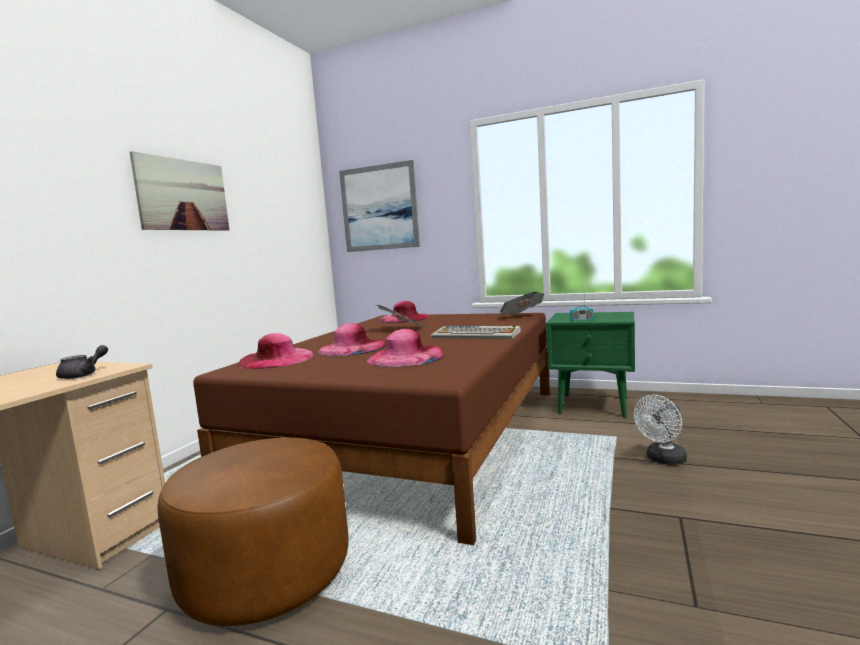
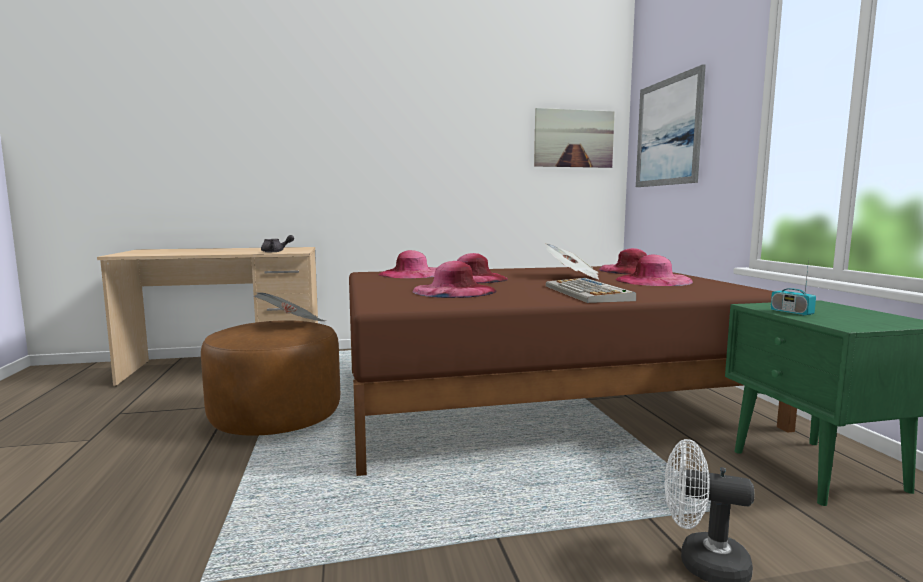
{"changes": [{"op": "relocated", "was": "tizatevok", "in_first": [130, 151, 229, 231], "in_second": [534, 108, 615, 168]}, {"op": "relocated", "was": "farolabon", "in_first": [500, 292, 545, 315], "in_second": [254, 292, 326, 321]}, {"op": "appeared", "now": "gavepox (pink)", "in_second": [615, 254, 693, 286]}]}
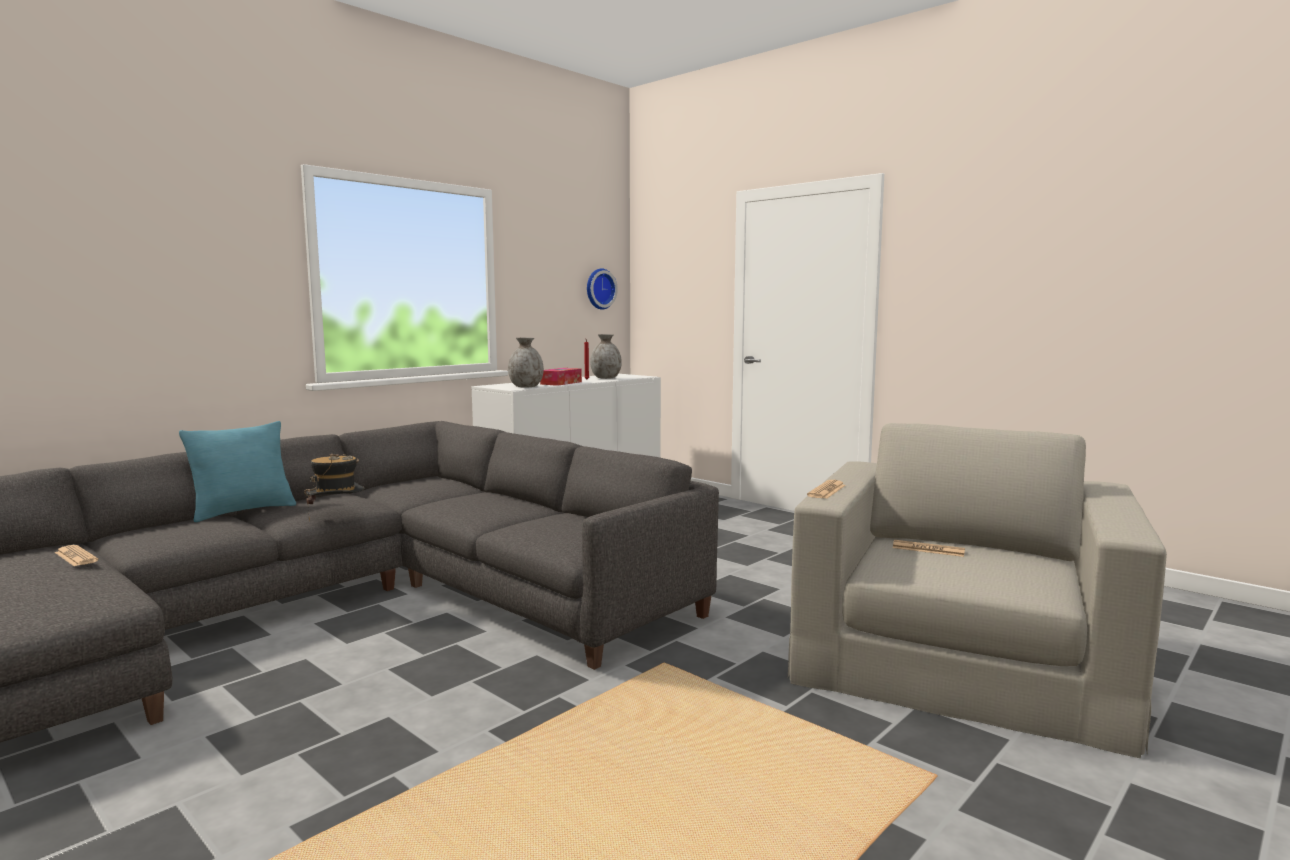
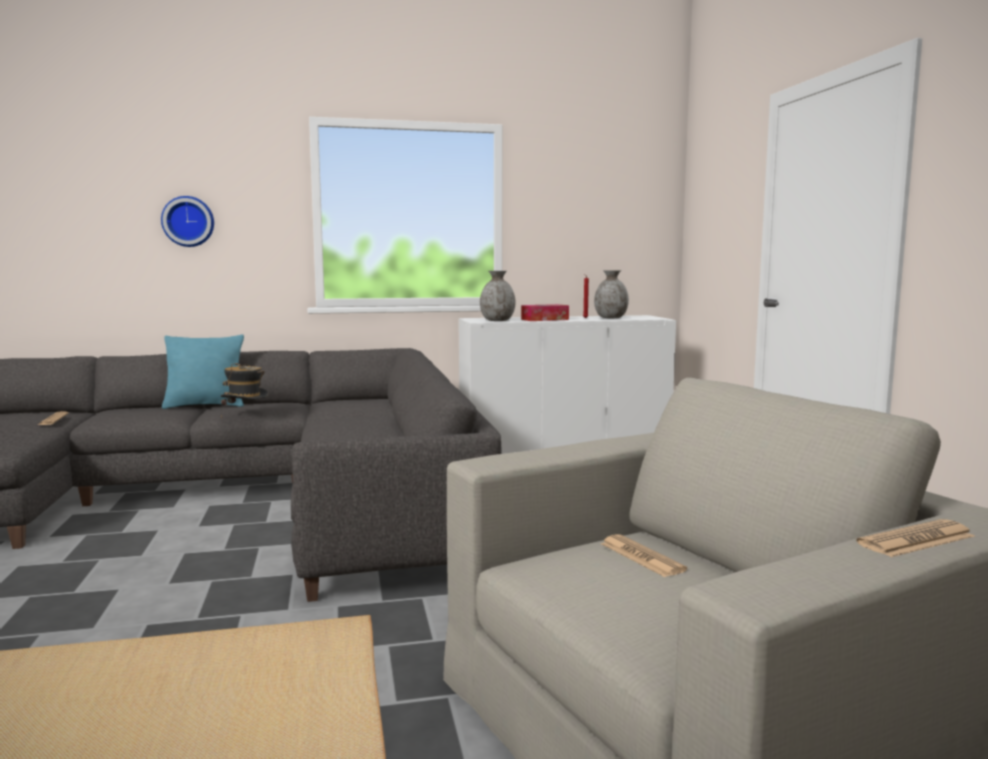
{"changes": [{"op": "relocated", "was": "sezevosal", "in_first": [587, 268, 618, 310], "in_second": [161, 196, 214, 247]}, {"op": "relocated", "was": "farolabon", "in_first": [807, 480, 846, 499], "in_second": [856, 519, 975, 557]}]}
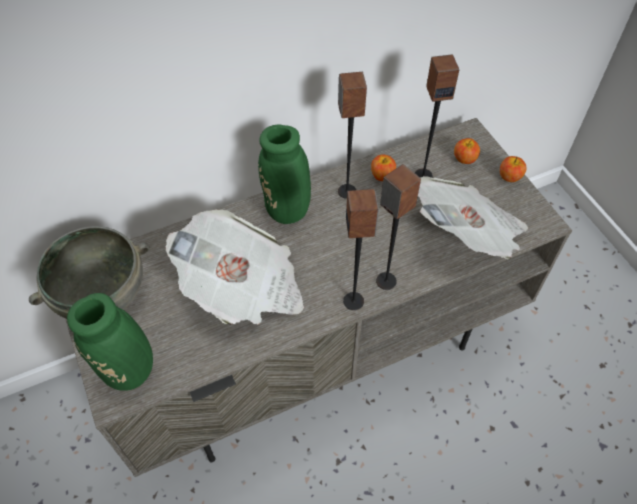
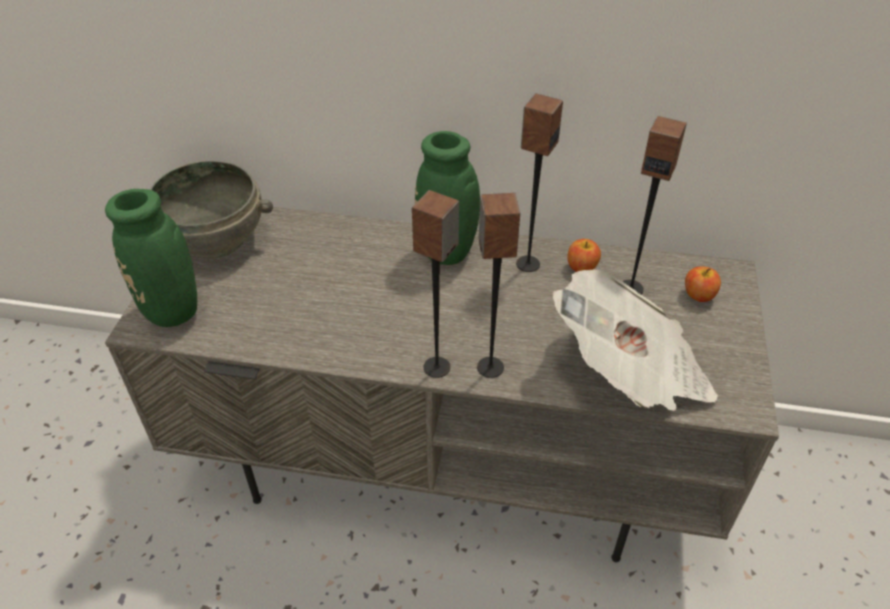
{"changes": [{"op": "missing", "was": "farolabon", "in_first": [166, 209, 304, 325]}, {"op": "missing", "was": "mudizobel", "in_first": [500, 156, 526, 182]}]}
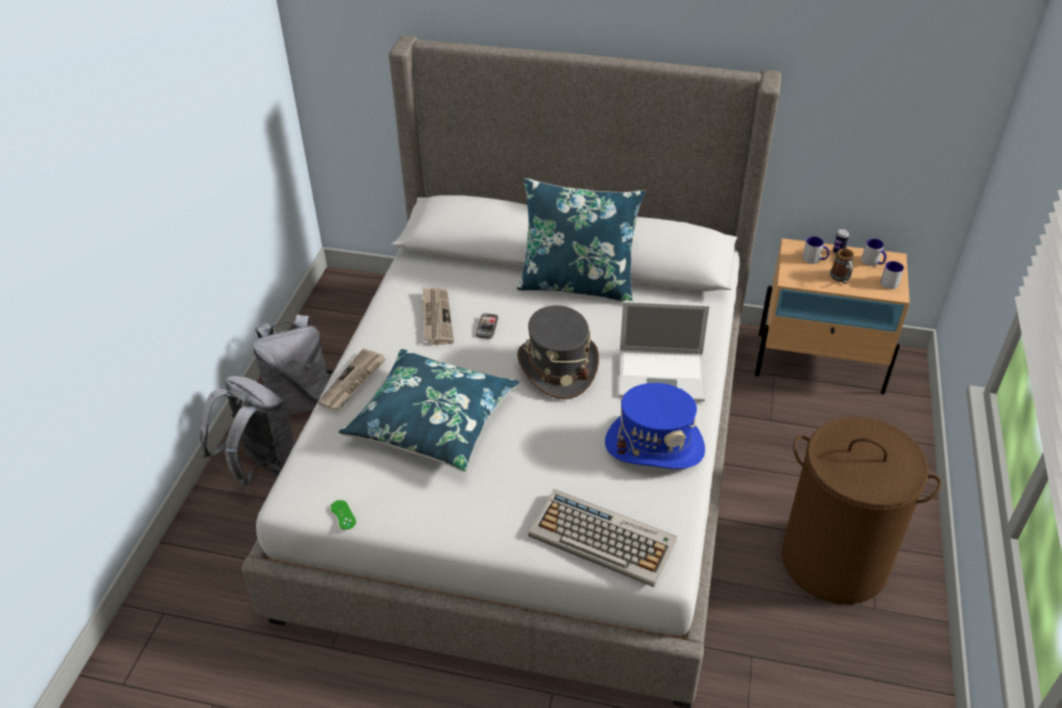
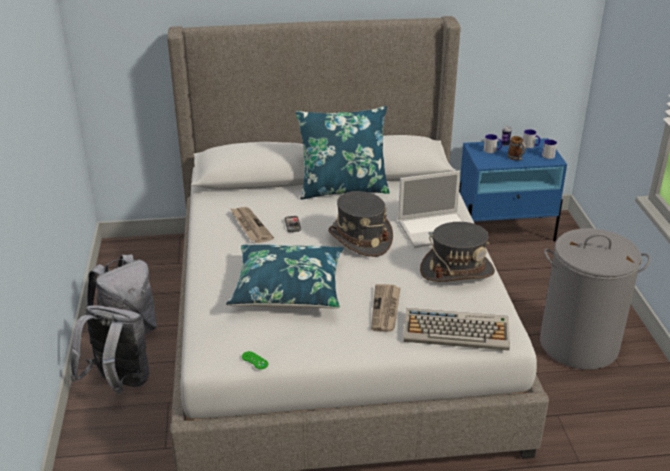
{"changes": [{"op": "relocated", "was": "farolabon", "in_first": [318, 349, 386, 411], "in_second": [371, 284, 401, 332]}, {"op": "colour", "was": "gavepox (blue)", "now": "gavepox (grey)", "in_first": [605, 383, 705, 469], "in_second": [420, 222, 495, 282]}, {"op": "colour", "was": "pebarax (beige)", "now": "pebarax (blue)", "in_first": [755, 238, 910, 395], "in_second": [459, 138, 567, 241]}, {"op": "colour", "was": "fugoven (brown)", "now": "fugoven (grey)", "in_first": [782, 417, 941, 604], "in_second": [540, 228, 651, 370]}]}
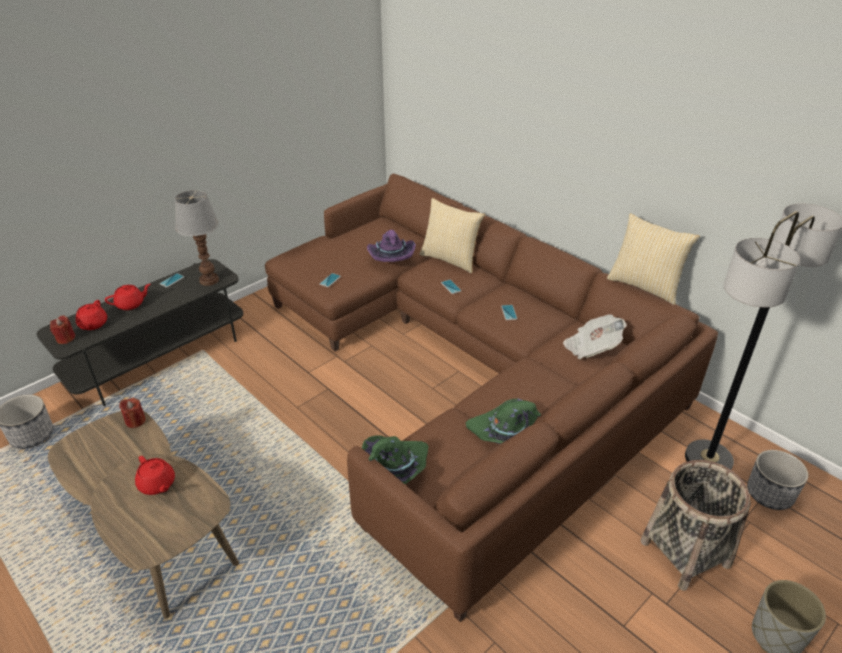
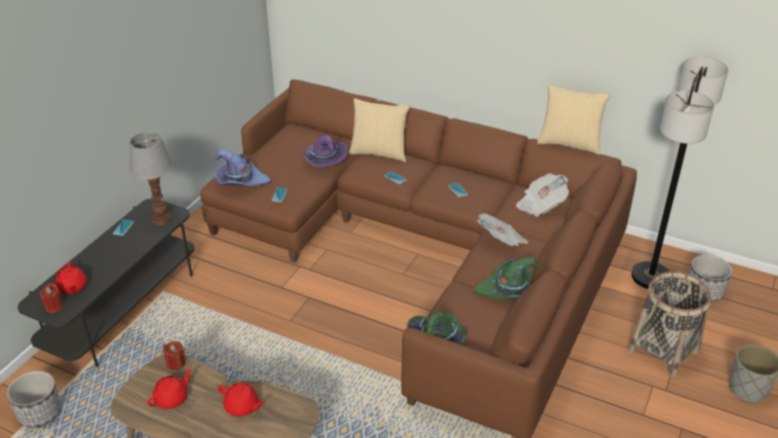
{"changes": [{"op": "relocated", "was": "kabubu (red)", "in_first": [105, 284, 151, 310], "in_second": [147, 369, 192, 409]}, {"op": "appeared", "now": "gavepox (purple)", "in_second": [214, 150, 271, 187]}, {"op": "appeared", "now": "farolabon", "in_second": [477, 214, 528, 246]}]}
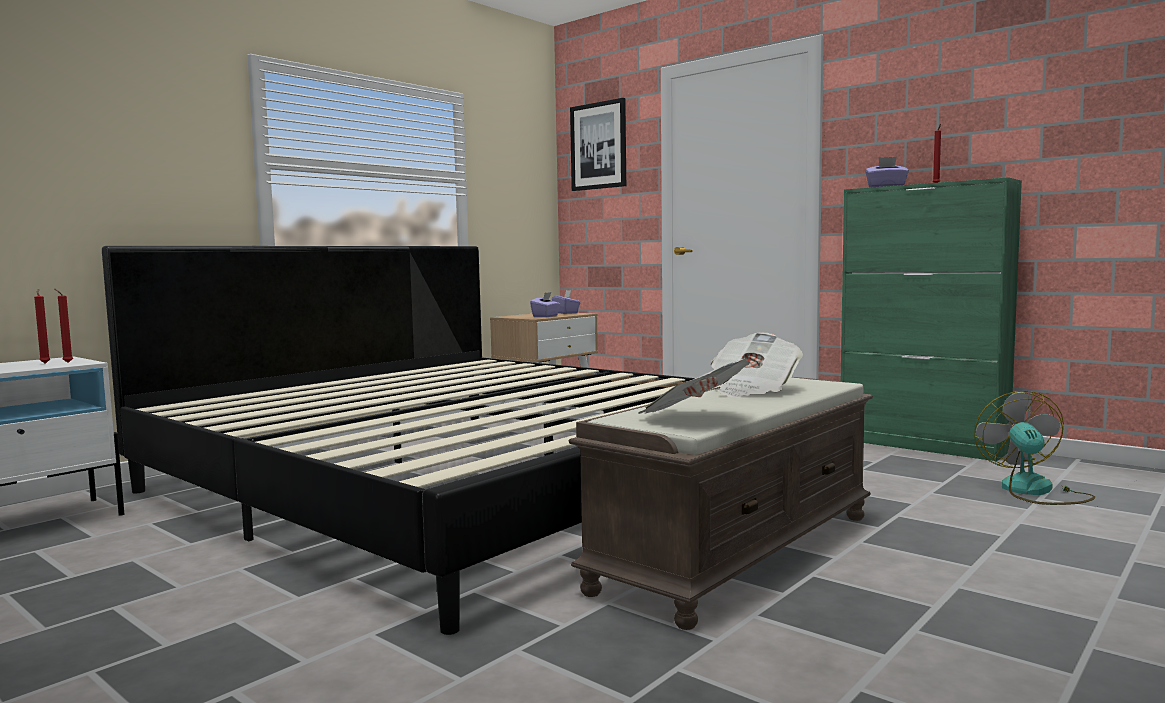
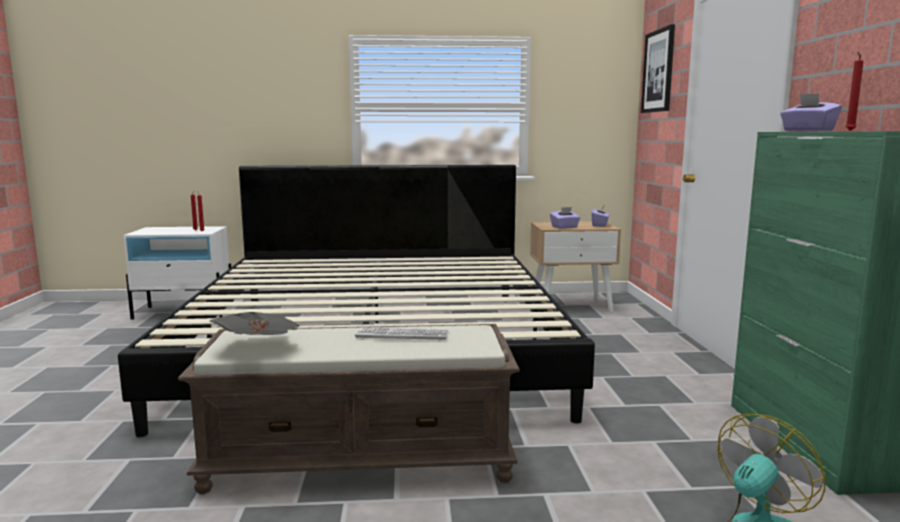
{"changes": [{"op": "exchanged", "was": "farolabon", "now": "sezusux", "in_first": [710, 332, 803, 397], "in_second": [355, 328, 449, 341]}]}
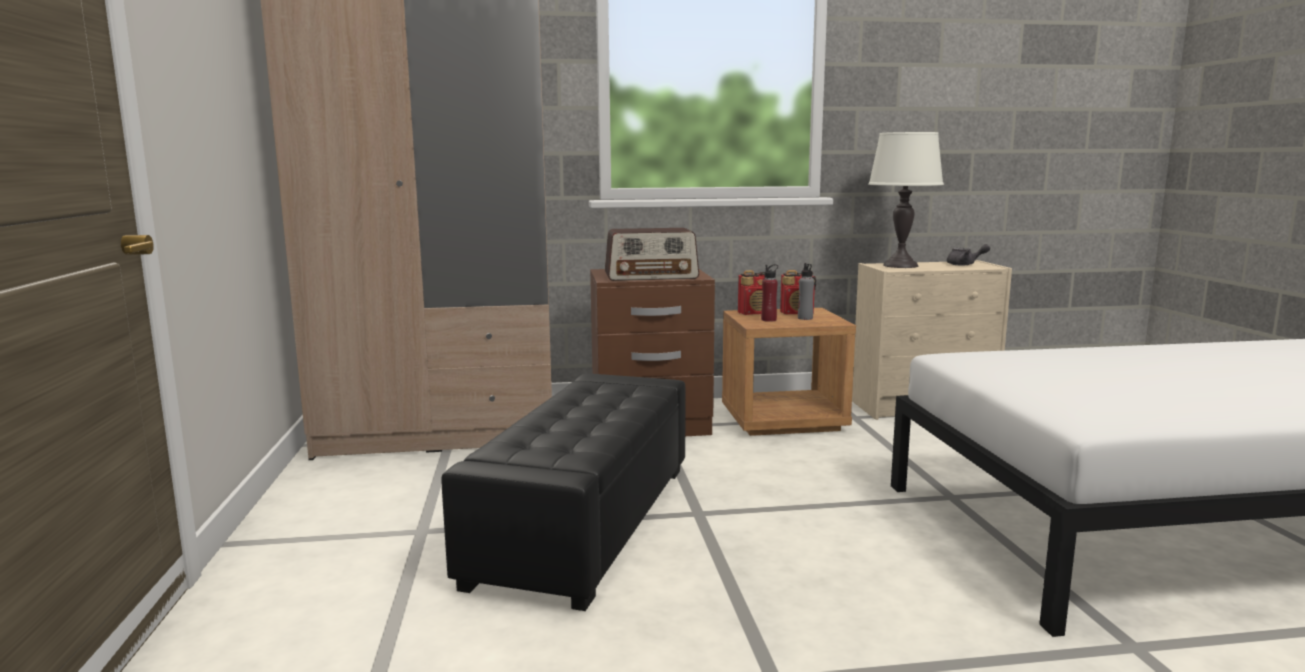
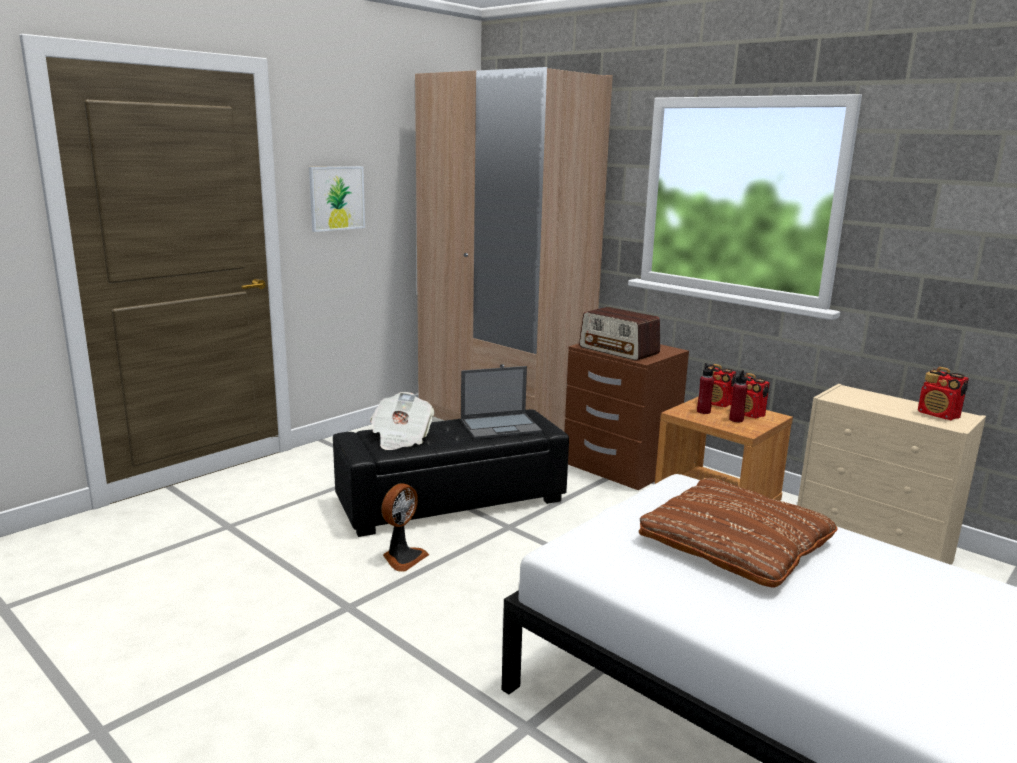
{"changes": [{"op": "colour", "was": "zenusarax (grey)", "now": "zenusarax (red)", "in_first": [798, 263, 814, 320], "in_second": [729, 370, 748, 422]}, {"op": "missing", "was": "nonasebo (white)", "in_first": [868, 132, 944, 268]}, {"op": "exchanged", "was": "kabubu (grey)", "now": "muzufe", "in_first": [947, 244, 990, 265], "in_second": [918, 367, 969, 420]}, {"op": "appeared", "now": "tizatevok", "in_second": [309, 166, 365, 232]}, {"op": "appeared", "now": "farolabon", "in_second": [370, 392, 435, 450]}, {"op": "appeared", "now": "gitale", "in_second": [381, 483, 429, 571]}, {"op": "appeared", "now": "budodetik", "in_second": [461, 366, 542, 439]}, {"op": "appeared", "now": "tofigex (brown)", "in_second": [639, 478, 838, 587]}]}
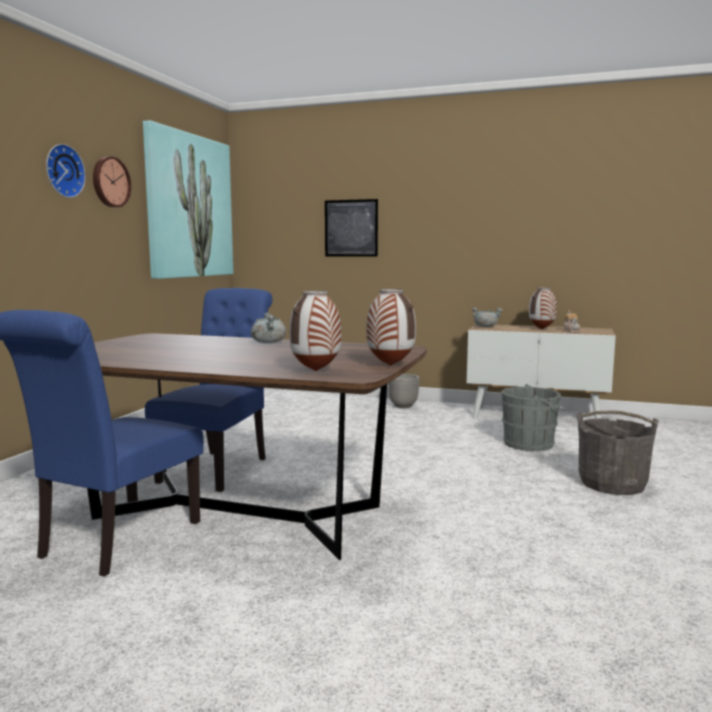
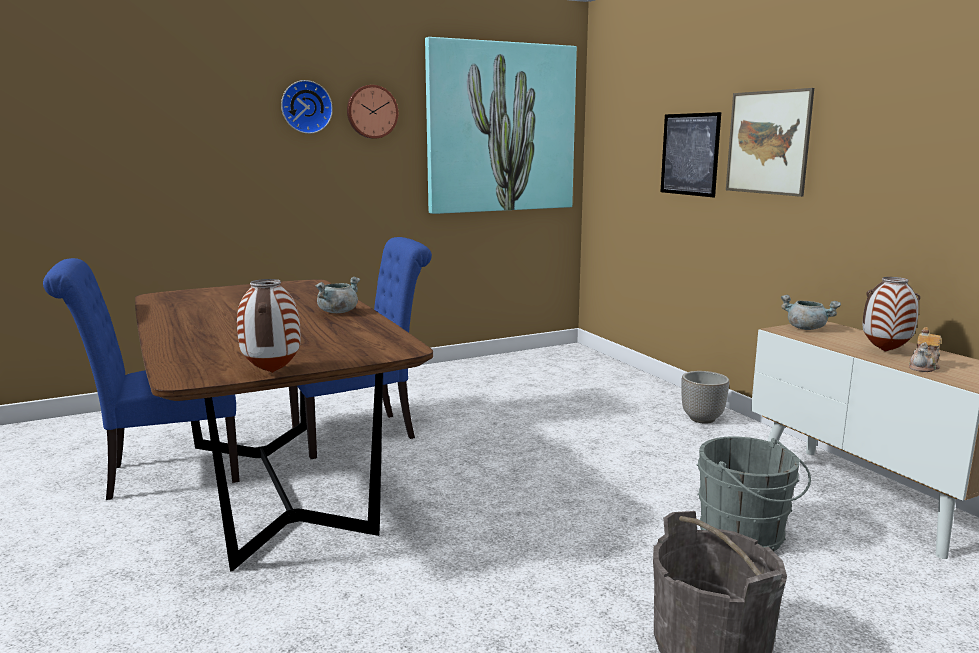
{"changes": [{"op": "missing", "was": "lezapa", "in_first": [289, 291, 341, 371]}, {"op": "appeared", "now": "tizatevok", "in_second": [726, 88, 814, 197]}]}
